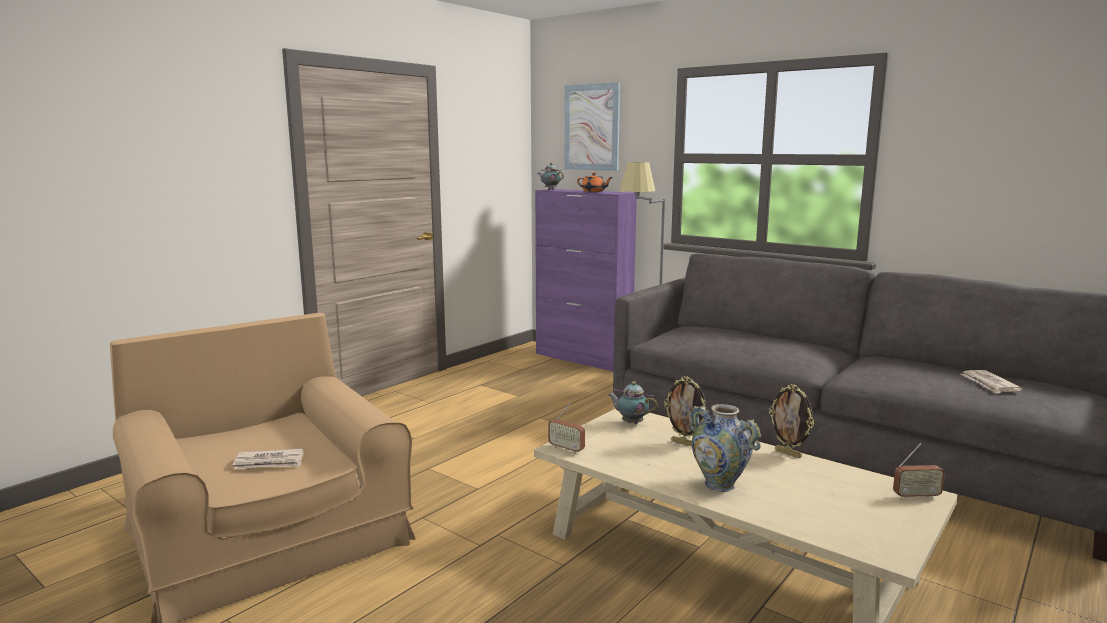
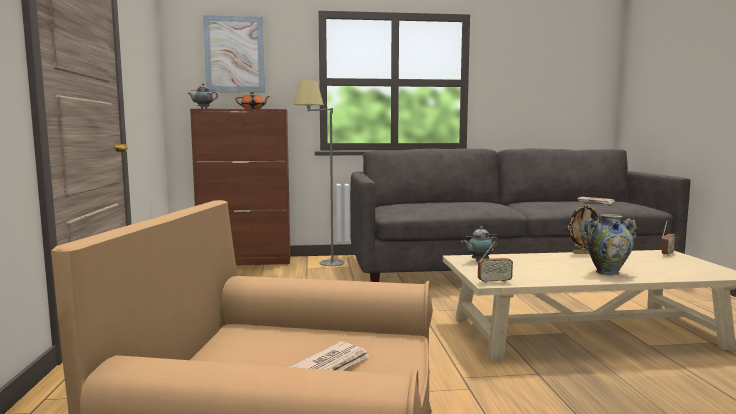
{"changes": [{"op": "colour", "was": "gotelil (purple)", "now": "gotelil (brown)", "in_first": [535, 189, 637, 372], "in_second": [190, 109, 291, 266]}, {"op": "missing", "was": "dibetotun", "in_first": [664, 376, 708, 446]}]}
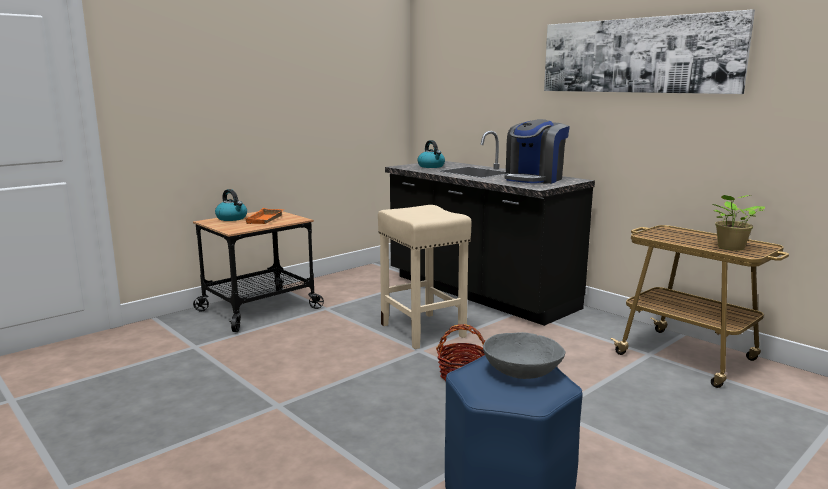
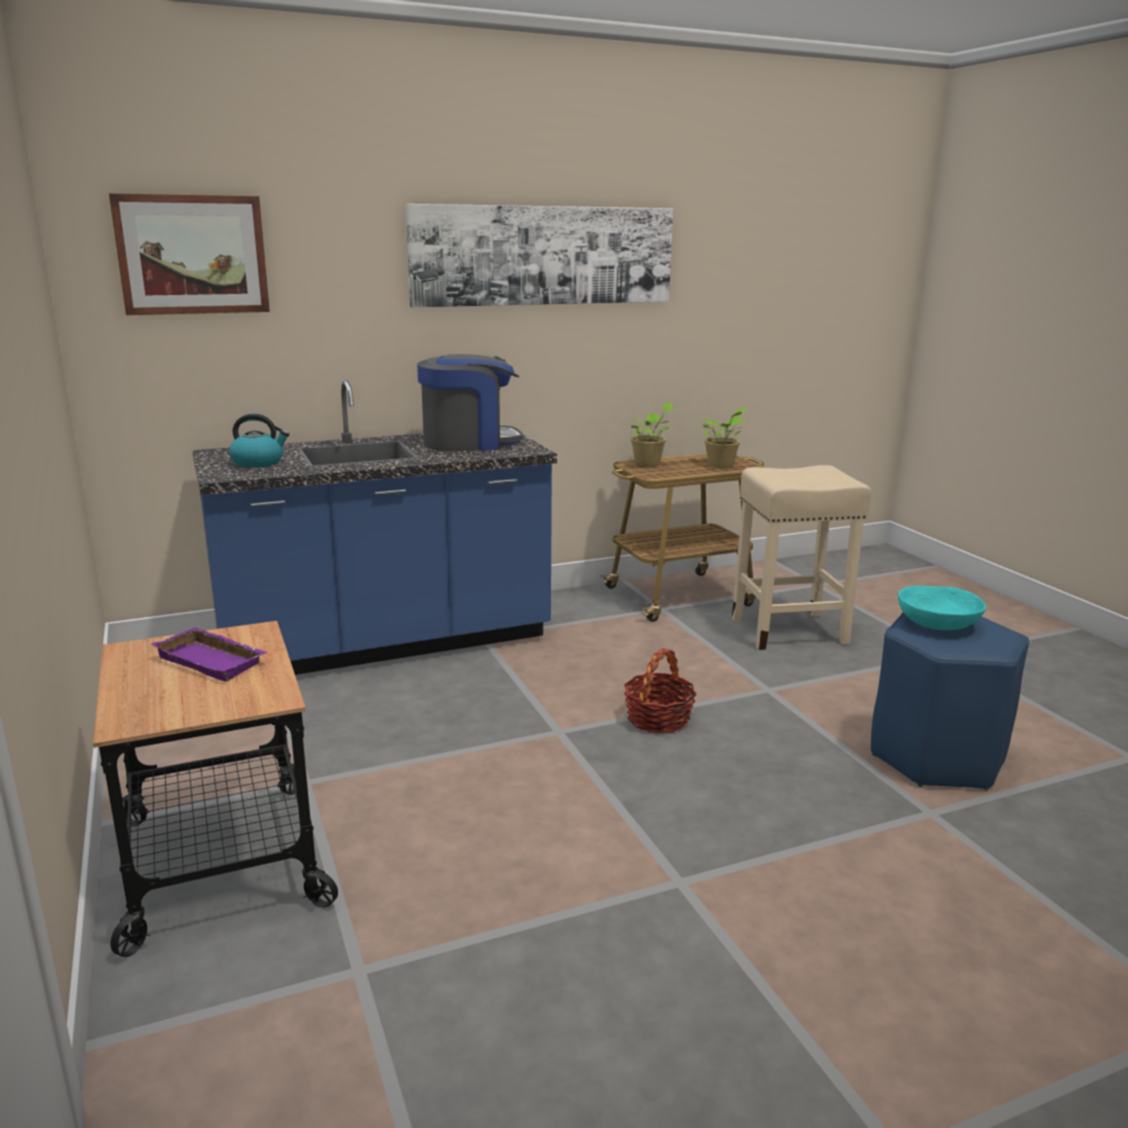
{"changes": [{"op": "missing", "was": "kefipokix", "in_first": [215, 189, 247, 221]}, {"op": "colour", "was": "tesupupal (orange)", "now": "tesupupal (purple)", "in_first": [245, 208, 284, 224], "in_second": [151, 627, 268, 681]}, {"op": "relocated", "was": "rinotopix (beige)", "in_first": [378, 205, 472, 349], "in_second": [732, 465, 871, 650]}, {"op": "colour", "was": "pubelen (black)", "now": "pubelen (blue)", "in_first": [385, 131, 595, 326], "in_second": [192, 380, 557, 675]}, {"op": "colour", "was": "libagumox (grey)", "now": "libagumox (turquoise)", "in_first": [483, 332, 566, 379], "in_second": [898, 586, 986, 630]}, {"op": "spun", "was": "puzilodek", "in_first": [505, 119, 570, 184], "in_second": [417, 354, 523, 452], "clockwise": -75}, {"op": "appeared", "now": "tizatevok", "in_second": [109, 193, 270, 315]}, {"op": "appeared", "now": "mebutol", "in_second": [627, 403, 676, 466]}]}
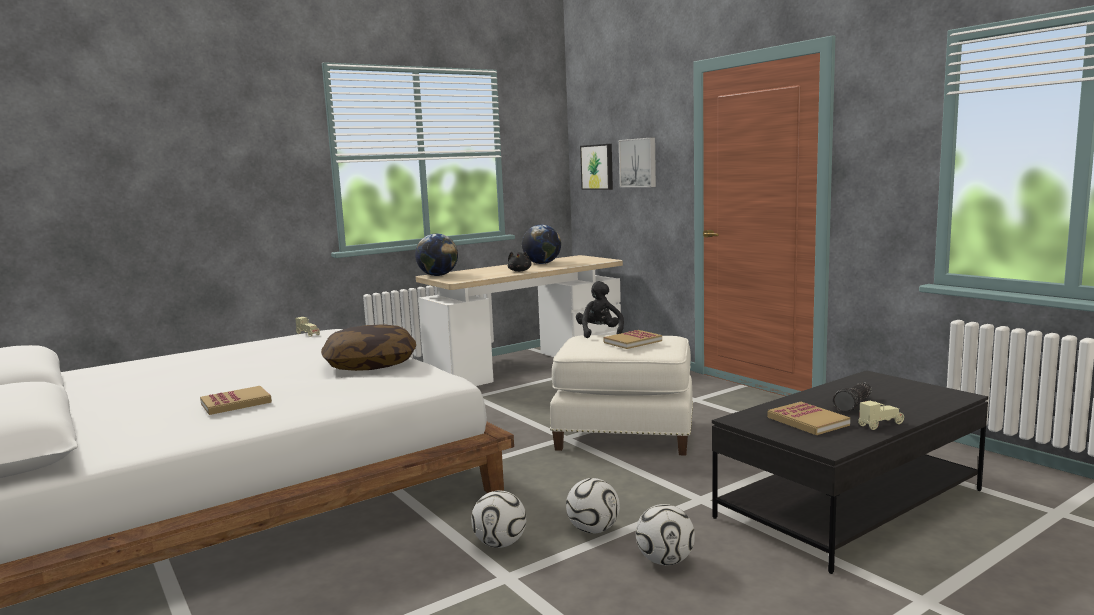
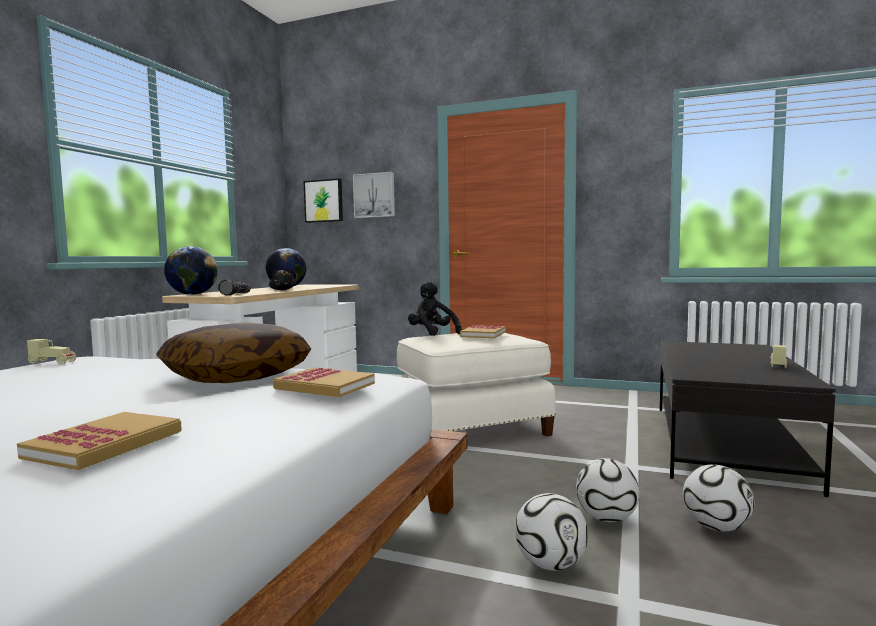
{"changes": [{"op": "relocated", "was": "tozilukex", "in_first": [767, 402, 850, 435], "in_second": [273, 368, 375, 397]}, {"op": "relocated", "was": "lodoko", "in_first": [833, 382, 872, 412], "in_second": [218, 279, 251, 296]}]}
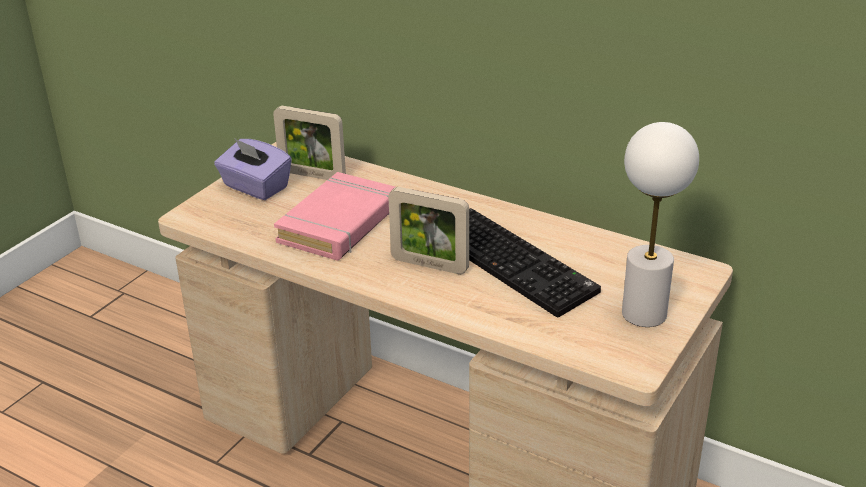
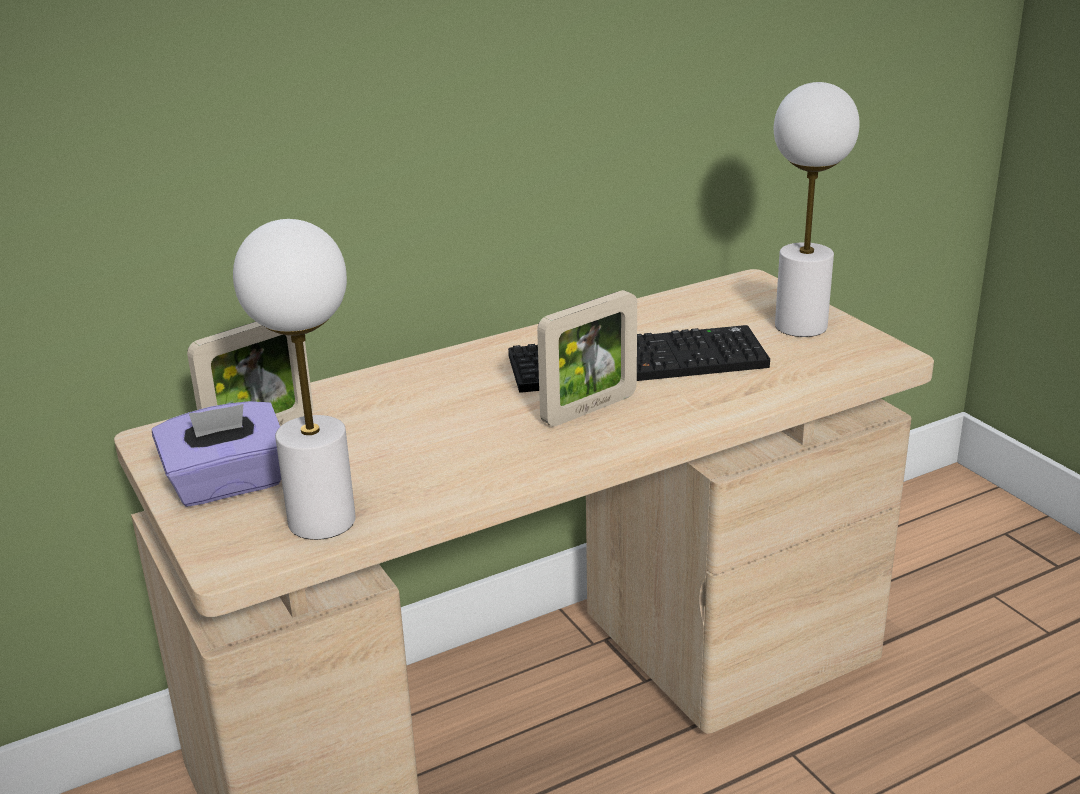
{"changes": [{"op": "missing", "was": "tozilukex (pink)", "in_first": [274, 172, 395, 260]}, {"op": "appeared", "now": "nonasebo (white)", "in_second": [233, 219, 356, 540]}]}
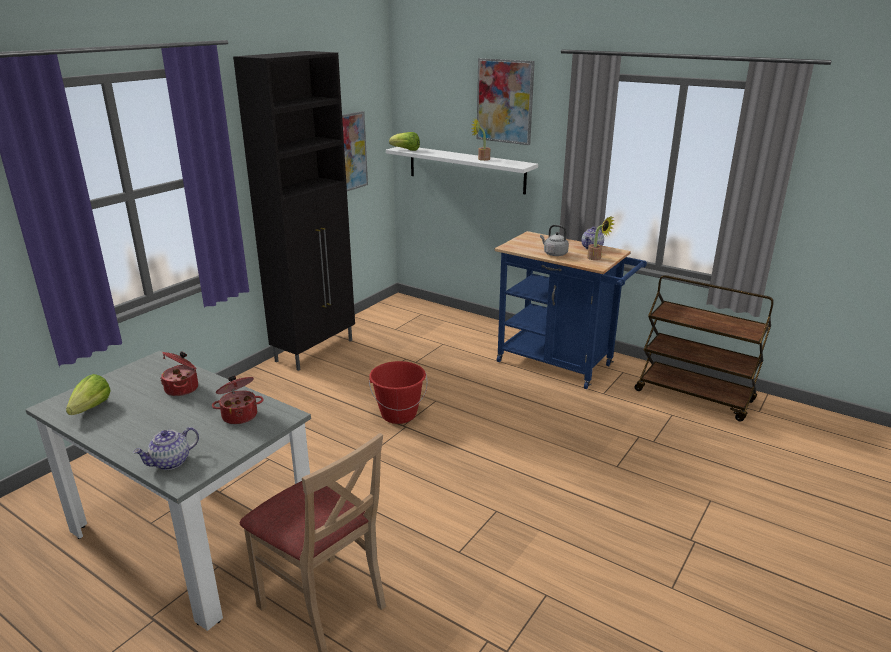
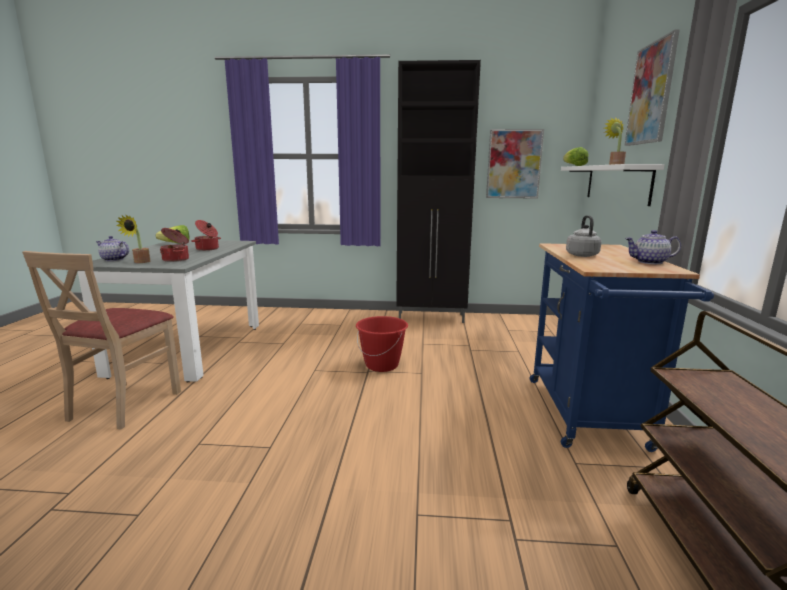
{"changes": [{"op": "relocated", "was": "mebutol", "in_first": [587, 217, 614, 260], "in_second": [116, 214, 150, 263]}]}
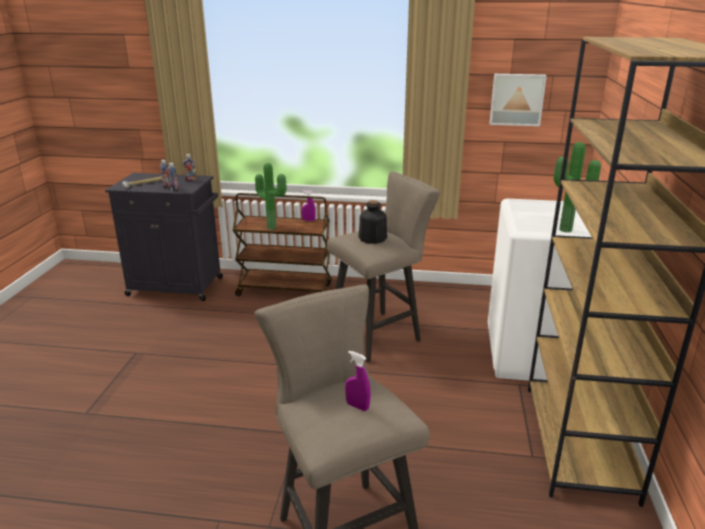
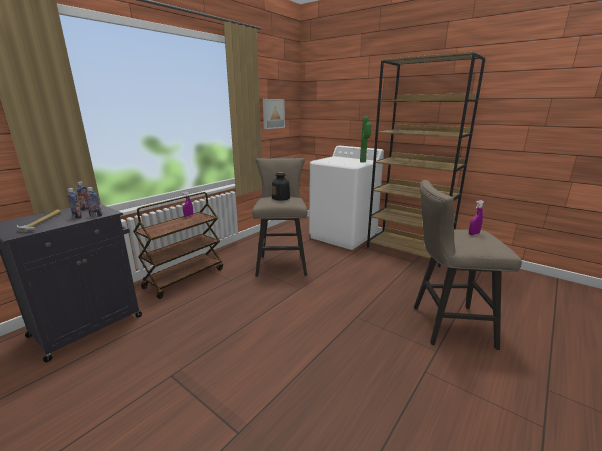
{"changes": [{"op": "missing", "was": "mebutol", "in_first": [255, 163, 287, 230]}]}
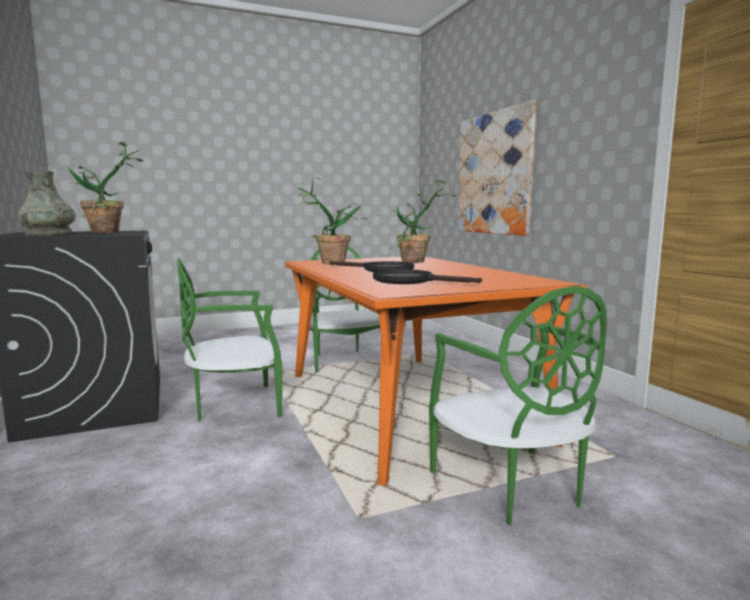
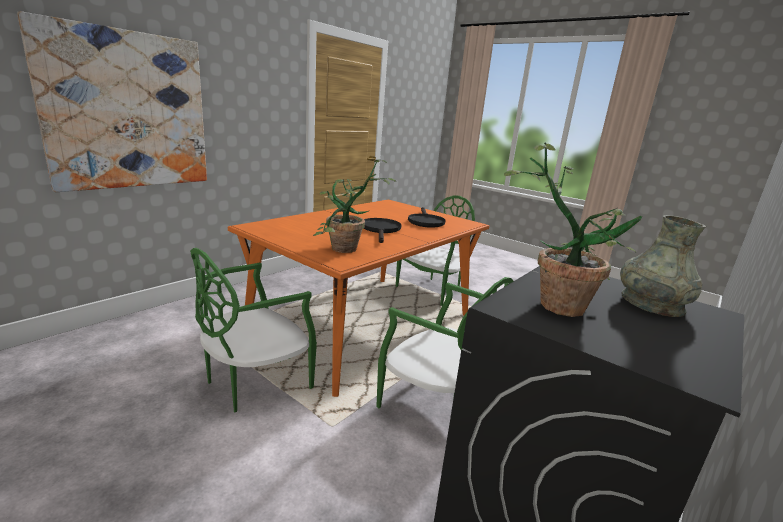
{"changes": [{"op": "missing", "was": "mebutol", "in_first": [389, 179, 456, 263]}]}
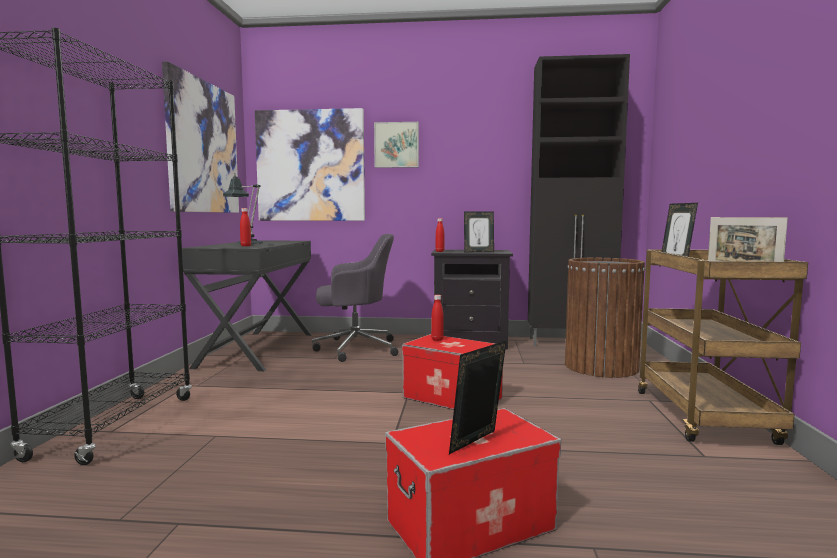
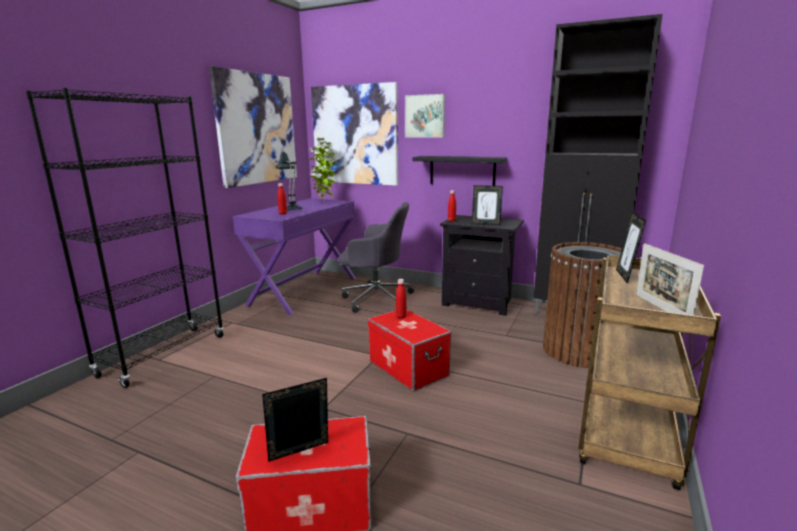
{"changes": [{"op": "colour", "was": "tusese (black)", "now": "tusese (purple)", "in_first": [182, 240, 312, 371], "in_second": [233, 198, 356, 315]}, {"op": "appeared", "now": "mebutol", "in_second": [308, 136, 338, 202]}, {"op": "appeared", "now": "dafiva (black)", "in_second": [413, 156, 507, 186]}]}
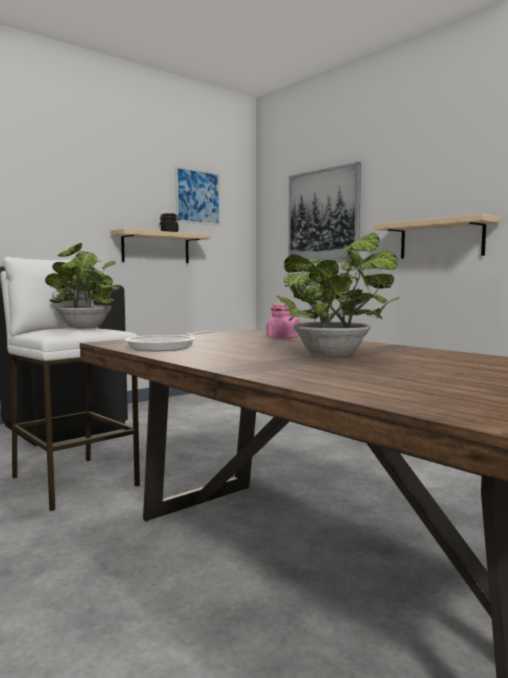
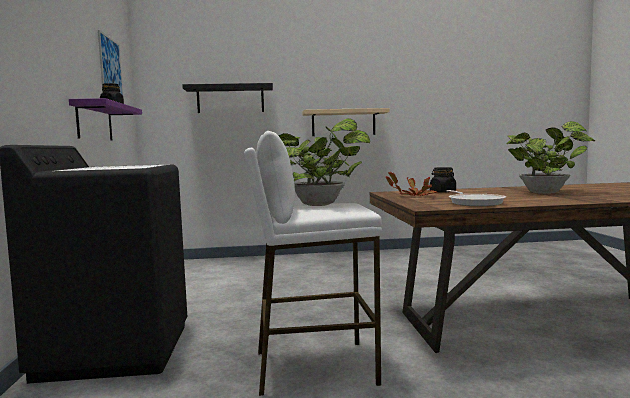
{"changes": [{"op": "colour", "was": "dafiva (beige)", "now": "dafiva (purple)", "in_first": [111, 229, 211, 263], "in_second": [69, 98, 142, 140]}, {"op": "colour", "was": "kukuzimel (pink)", "now": "kukuzimel (black)", "in_first": [267, 303, 301, 339], "in_second": [430, 167, 456, 193]}, {"op": "exchanged", "was": "tizatevok", "now": "dafiva (black)", "in_first": [288, 162, 361, 263], "in_second": [182, 83, 273, 113]}, {"op": "appeared", "now": "mebutol", "in_second": [385, 172, 437, 196]}]}
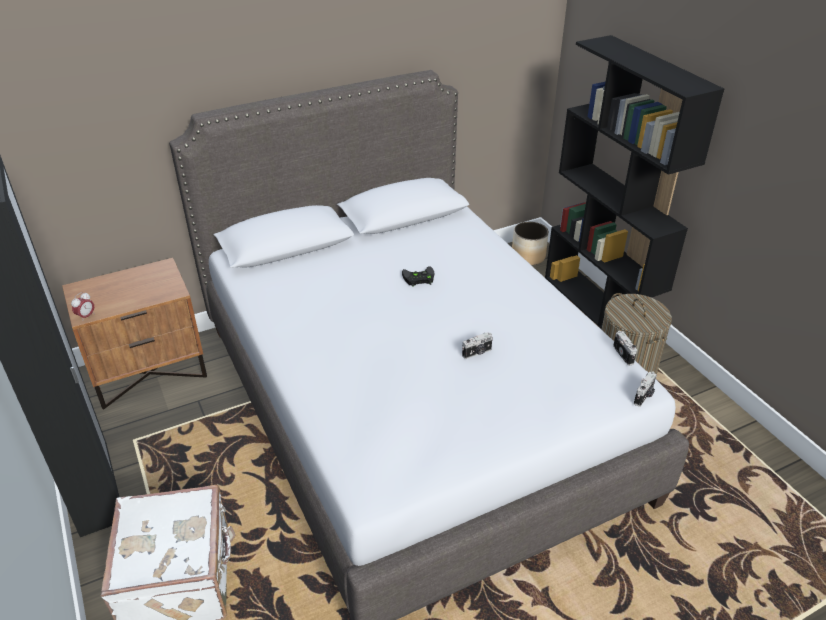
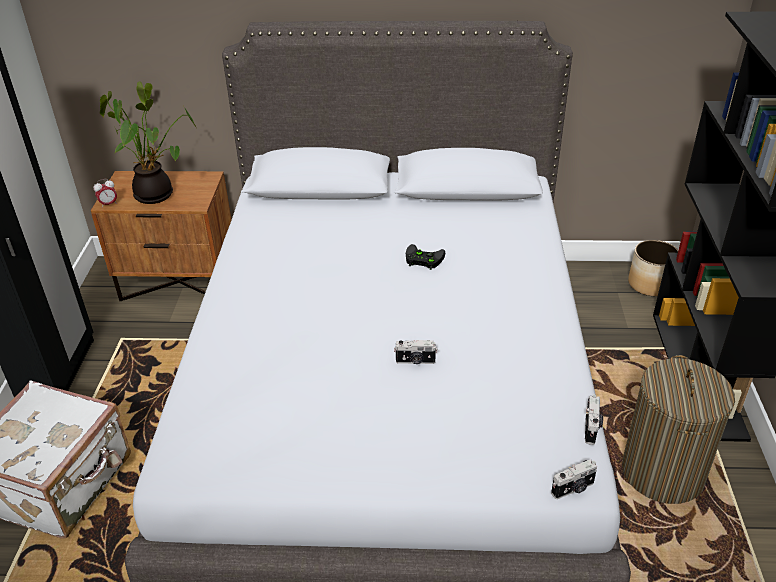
{"changes": [{"op": "appeared", "now": "mebutol", "in_second": [100, 81, 196, 204]}]}
